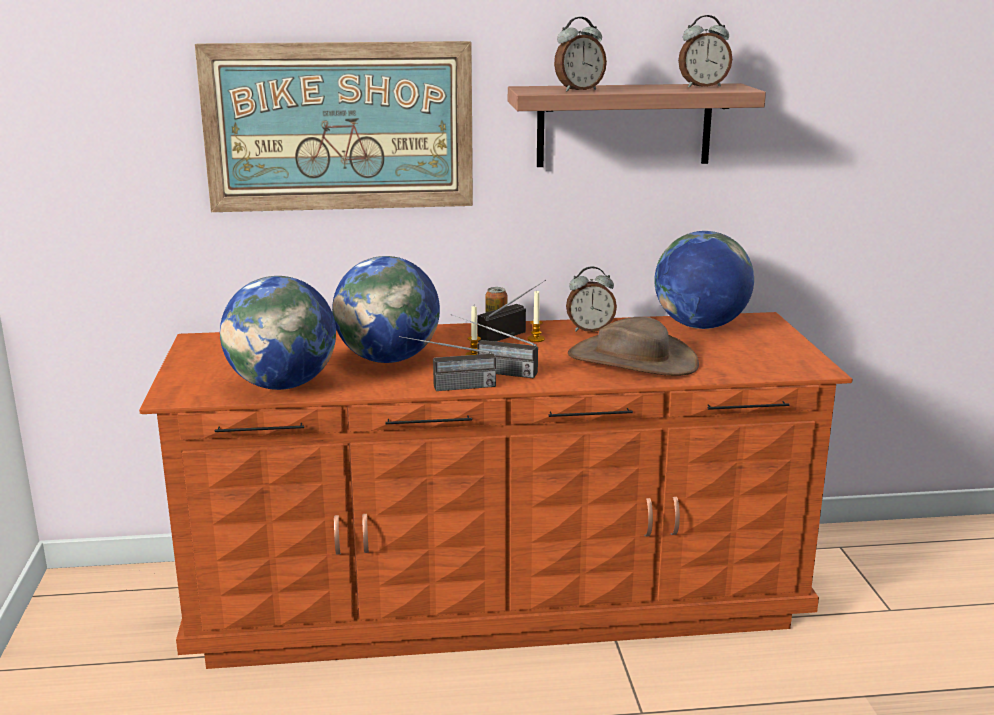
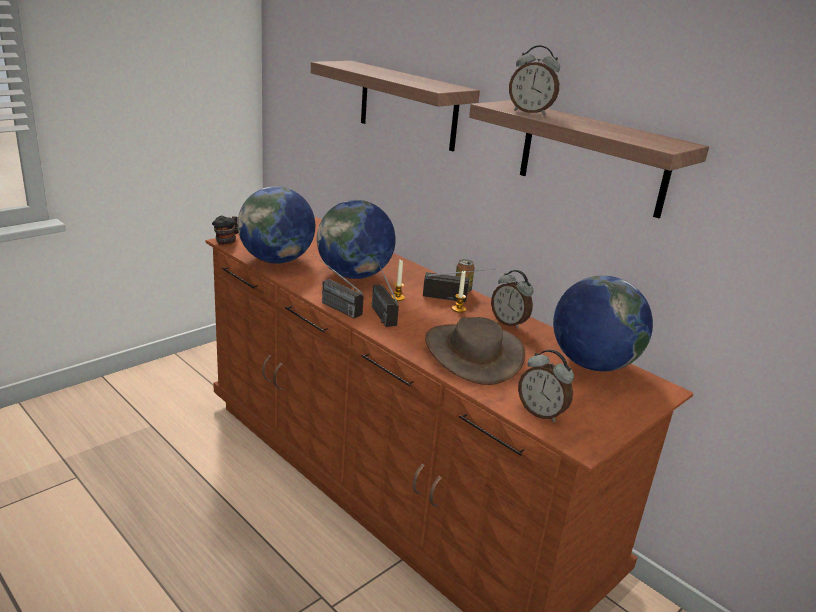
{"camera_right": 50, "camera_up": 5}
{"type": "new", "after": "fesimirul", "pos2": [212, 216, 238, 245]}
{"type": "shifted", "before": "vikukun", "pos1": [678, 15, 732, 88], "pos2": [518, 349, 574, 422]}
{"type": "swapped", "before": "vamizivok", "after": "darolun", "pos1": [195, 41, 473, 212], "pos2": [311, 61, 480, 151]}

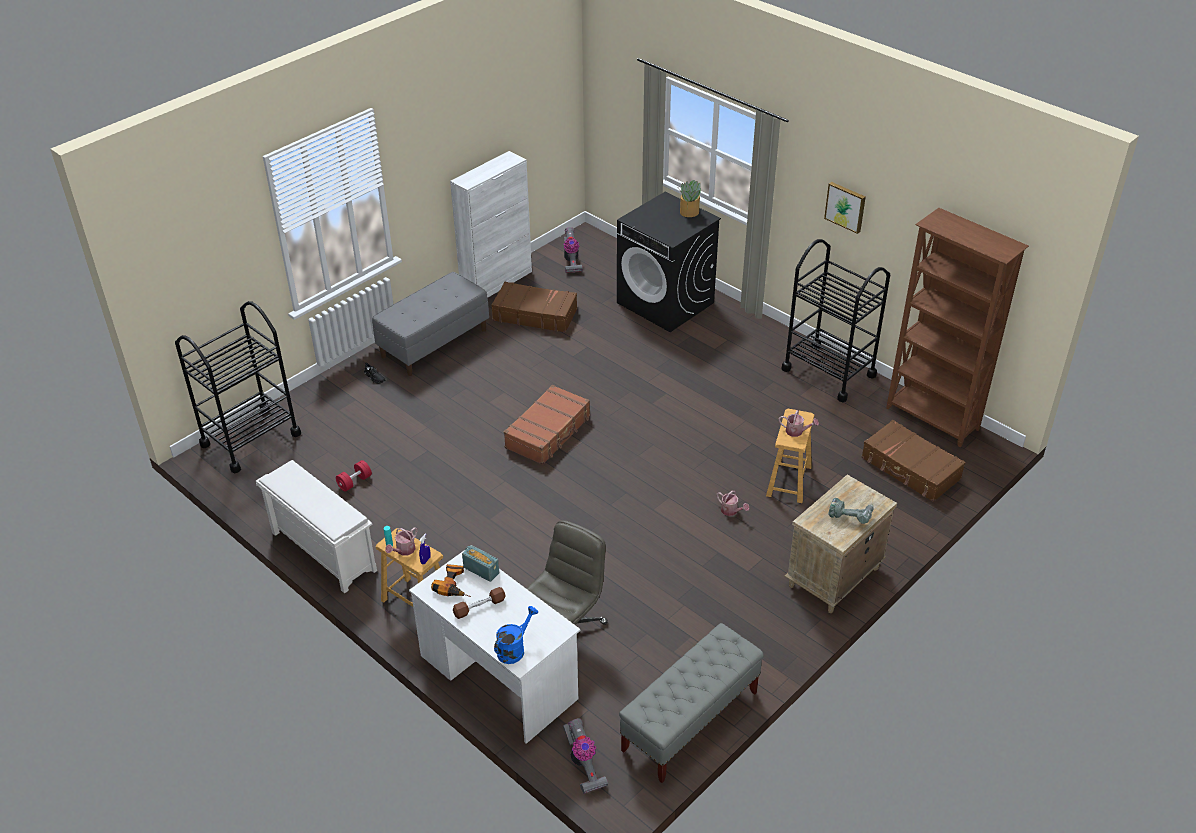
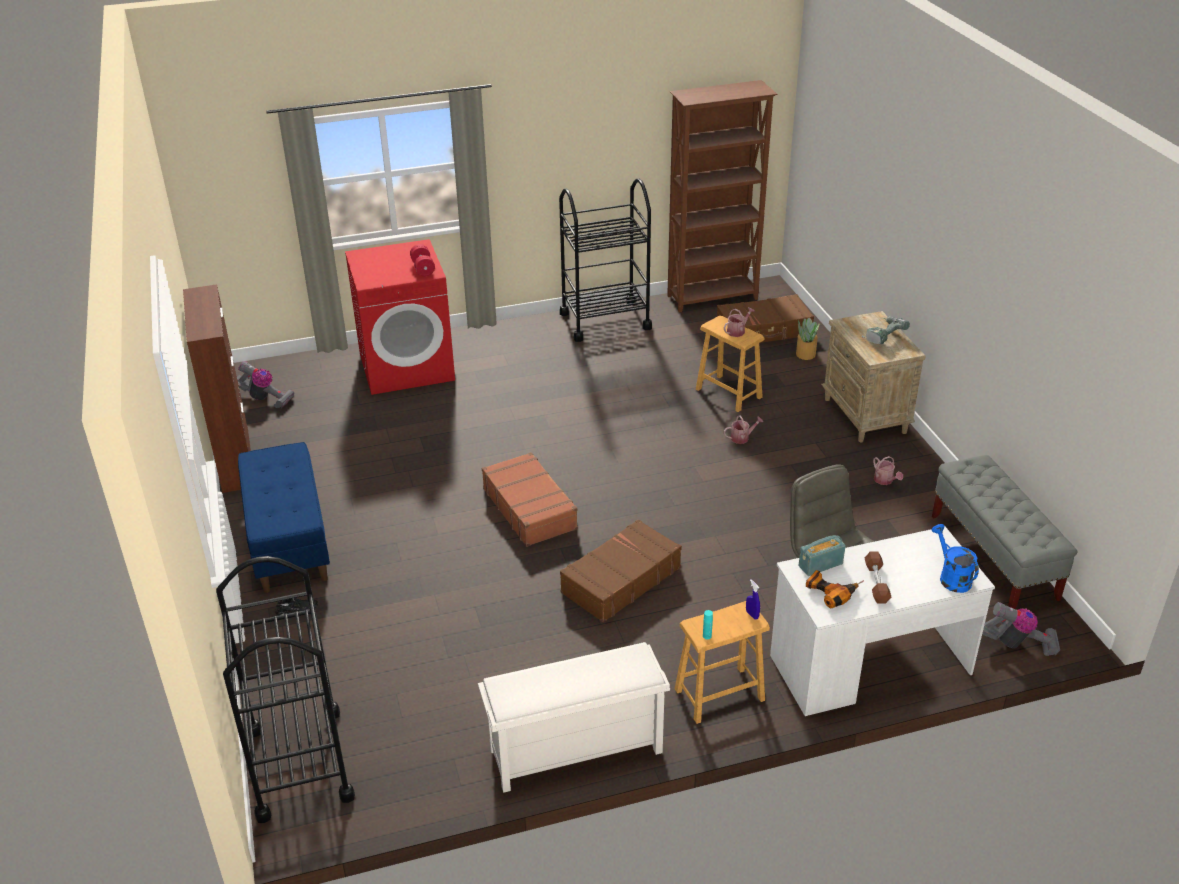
{"camera_right": -60, "camera_up": -5}
{"type": "gone", "before": "vamizivok", "pos1": [824, 182, 866, 234]}
{"type": "shifted", "before": "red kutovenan", "pos1": [335, 460, 372, 492], "pos2": [410, 244, 435, 276]}
{"type": "shifted", "before": "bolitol", "pos1": [385, 527, 417, 556], "pos2": [873, 456, 903, 485]}
{"type": "shifted", "before": "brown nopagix", "pos1": [491, 282, 577, 333], "pos2": [560, 519, 682, 622]}
{"type": "shifted", "before": "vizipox", "pos1": [678, 180, 701, 217], "pos2": [796, 318, 820, 360]}
{"type": "repainted", "before": "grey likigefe", "after": "blue likigefe", "pos1": [372, 272, 489, 376], "pos2": [238, 442, 330, 593]}
{"type": "repainted", "before": "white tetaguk", "after": "brown tetaguk", "pos1": [450, 151, 532, 297], "pos2": [183, 284, 251, 493]}
{"type": "repainted", "before": "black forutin", "after": "red forutin", "pos1": [617, 192, 721, 332], "pos2": [345, 239, 455, 395]}

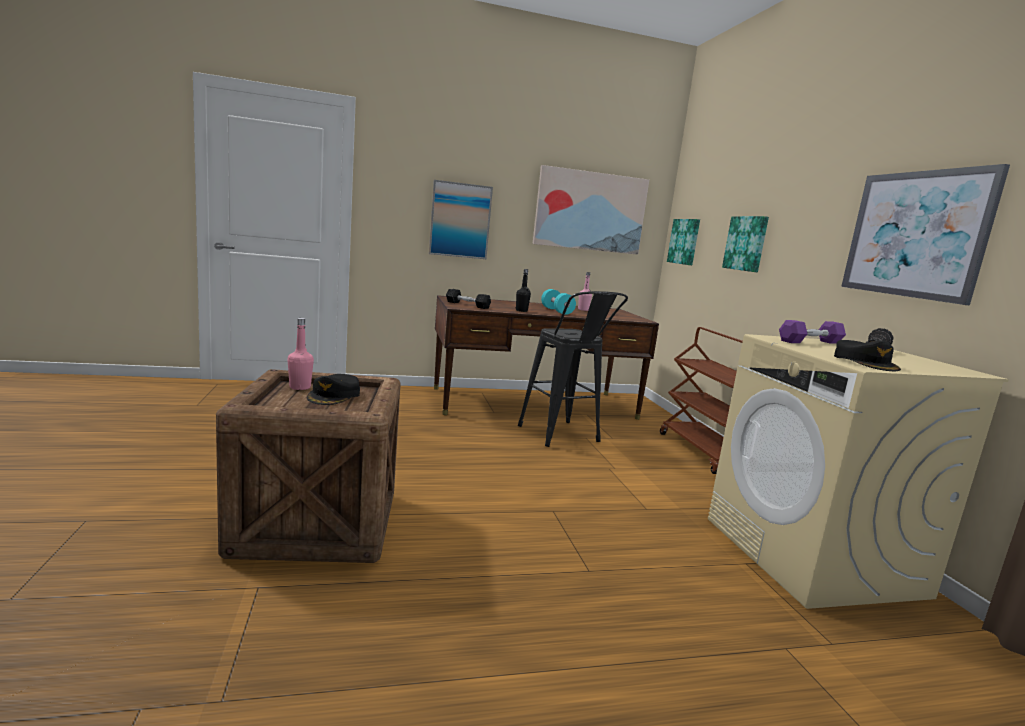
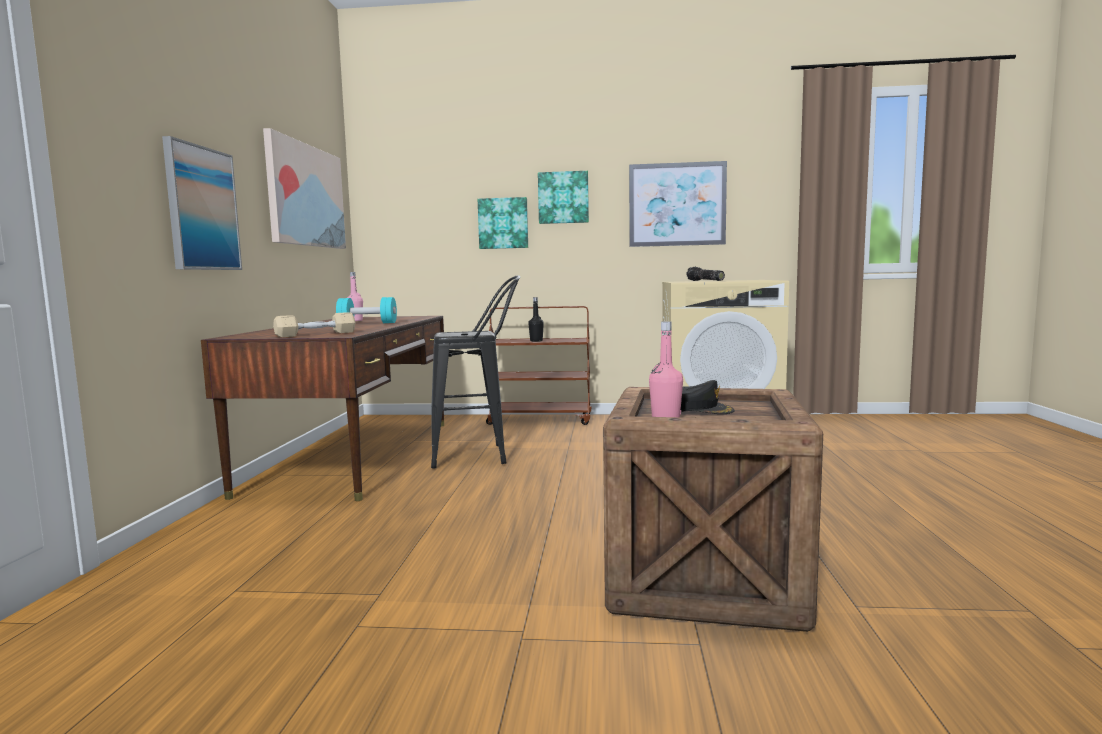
{"camera_right": -70, "camera_up": -5}
{"type": "gone", "before": "purple kutovenan", "pos1": [779, 320, 846, 344]}
{"type": "gone", "before": "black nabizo", "pos1": [834, 340, 901, 371]}
{"type": "shifted", "before": "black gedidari", "pos1": [516, 269, 531, 312], "pos2": [528, 297, 544, 342]}
{"type": "shifted", "before": "vamizivok", "pos1": [667, 219, 700, 265], "pos2": [538, 171, 589, 224]}
{"type": "repainted", "before": "black kutovenan", "after": "beige kutovenan", "pos1": [446, 289, 491, 309], "pos2": [273, 312, 356, 337]}

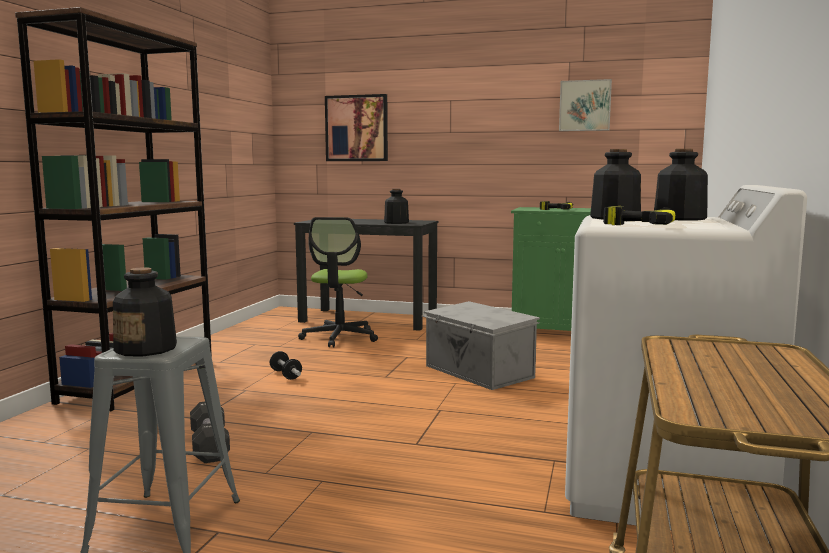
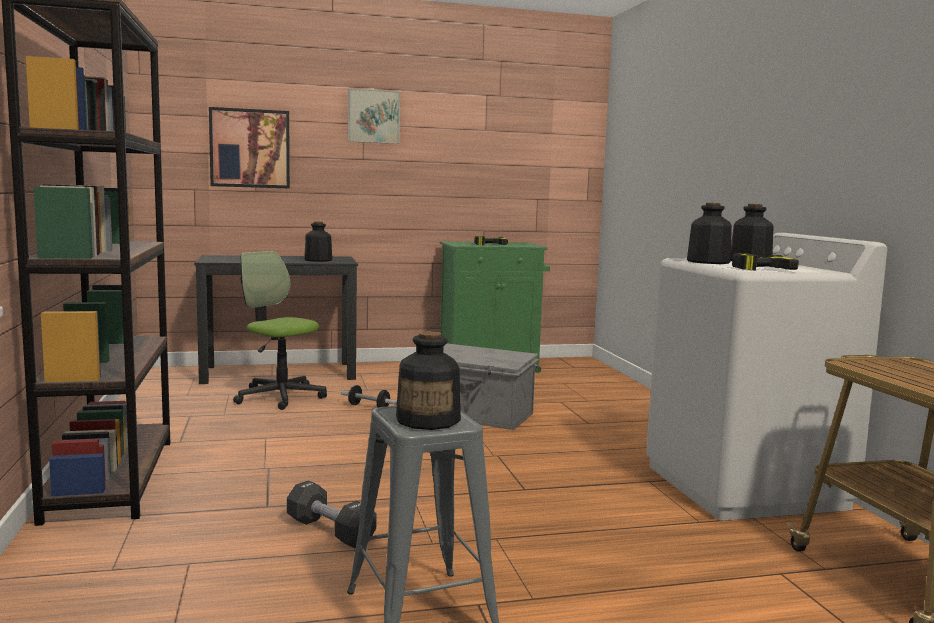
{"camera_right": -30, "camera_up": 0}
{"type": "shifted", "before": "kutovenan", "pos1": [270, 351, 302, 380], "pos2": [341, 385, 397, 408]}
{"type": "shifted", "before": "vamizivok", "pos1": [559, 79, 612, 131], "pos2": [348, 88, 400, 144]}
{"type": "rotated", "before": "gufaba", "pos1": [298, 217, 378, 347], "pos2": [233, 251, 327, 410], "turn": 150}

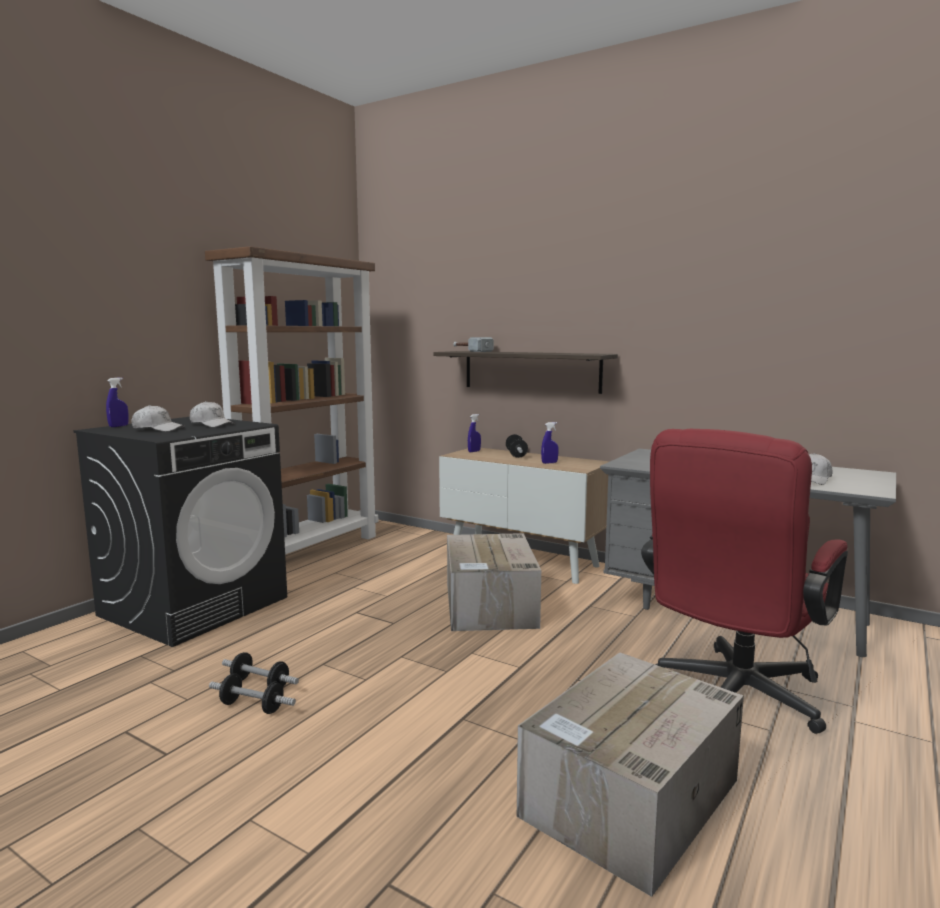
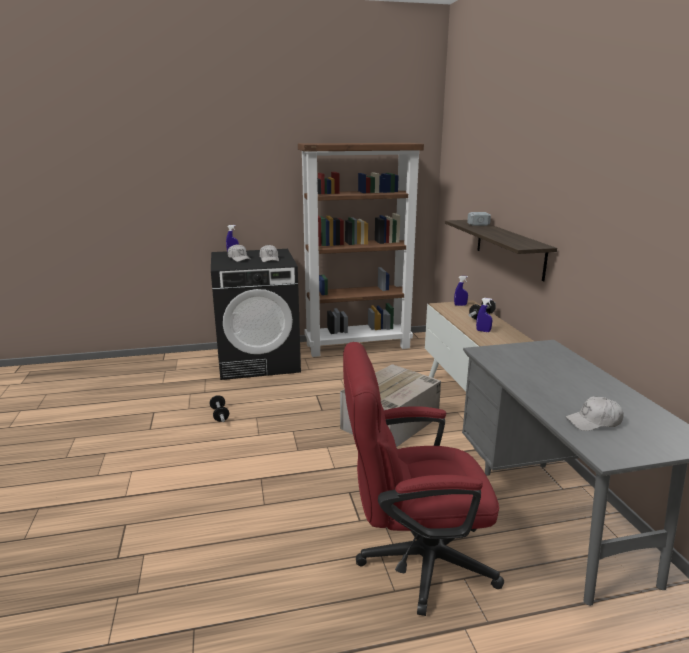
{"camera_right": 45, "camera_up": 10}
{"type": "gone", "before": "kutovenan", "pos1": [209, 674, 296, 714]}
{"type": "gone", "before": "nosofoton", "pos1": [517, 652, 744, 897]}

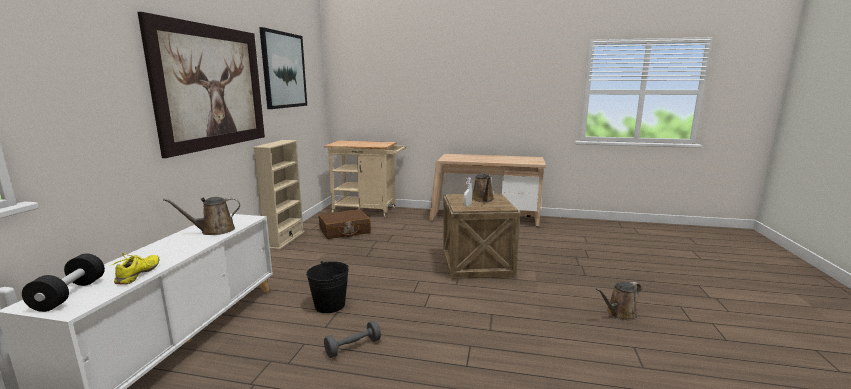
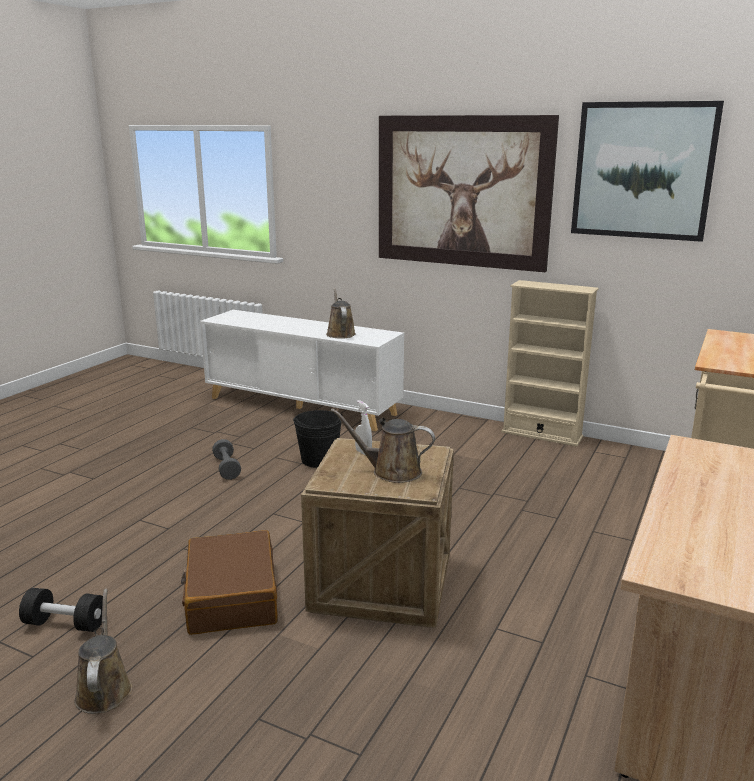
{"camera_right": 105, "camera_up": 5}
{"type": "gone", "before": "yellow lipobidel", "pos1": [110, 253, 160, 285]}
{"type": "shifted", "before": "black kutovenan", "pos1": [22, 254, 105, 312], "pos2": [19, 588, 103, 632]}
{"type": "shifted", "before": "brown nopagix", "pos1": [318, 209, 371, 239], "pos2": [181, 530, 278, 635]}

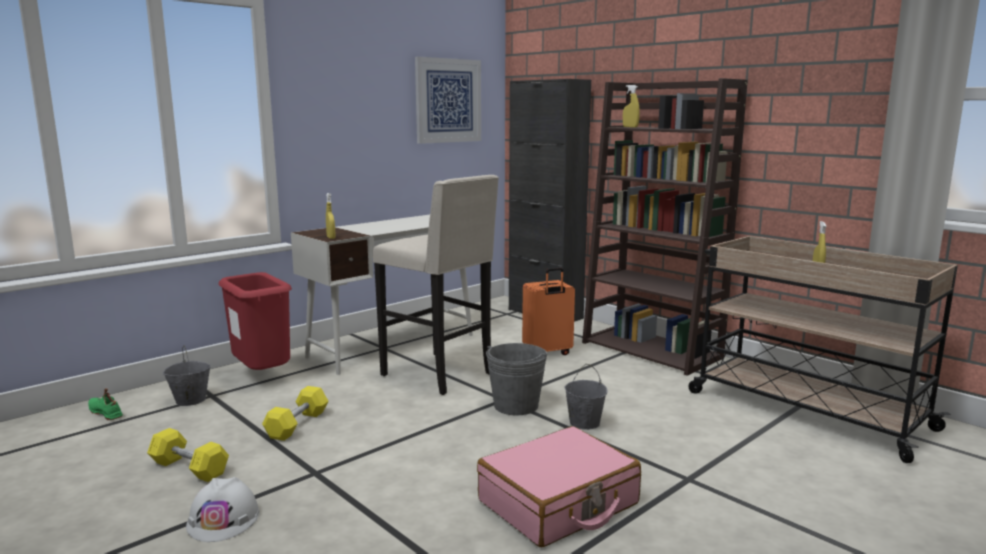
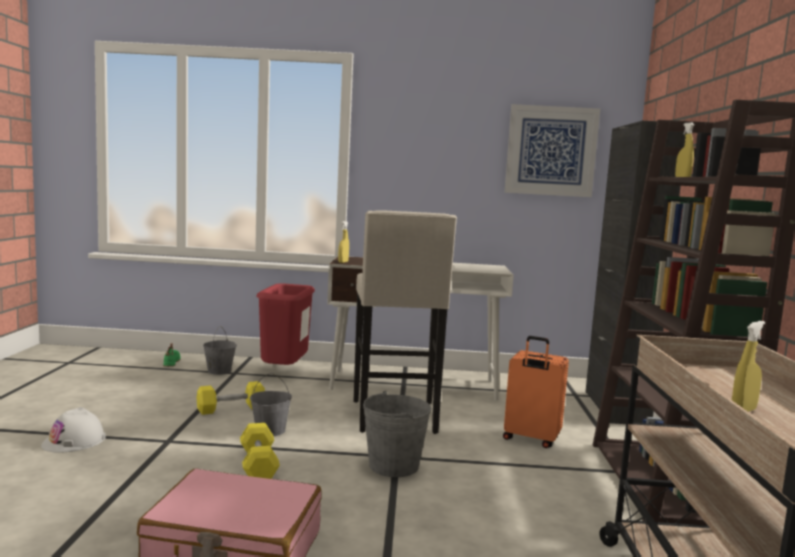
{"camera_right": 45, "camera_up": -5}
{"type": "shifted", "before": "yellow kutovenan", "pos1": [147, 428, 229, 482], "pos2": [240, 423, 280, 479]}
{"type": "shifted", "before": "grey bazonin", "pos1": [564, 364, 607, 430], "pos2": [250, 373, 292, 436]}

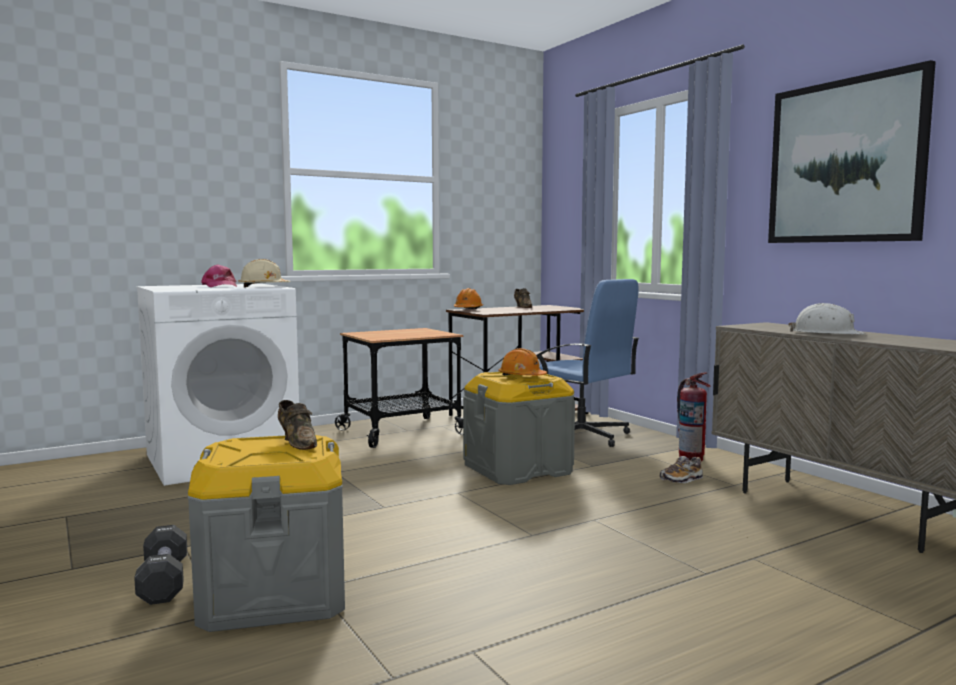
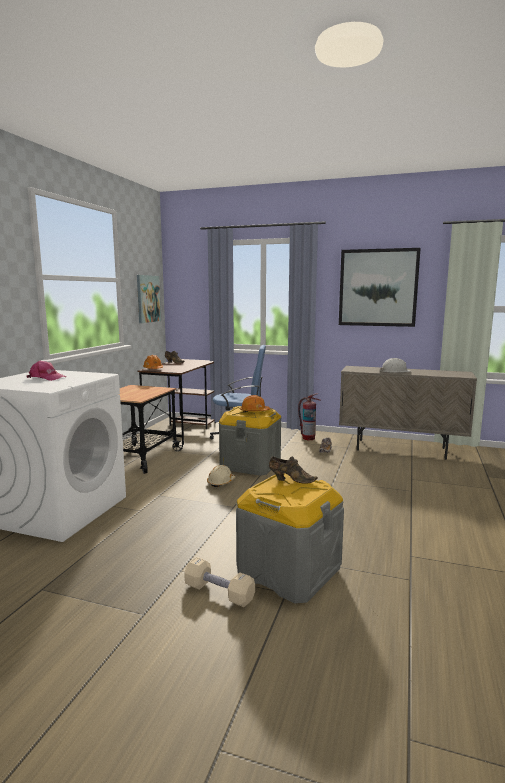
{"camera_right": -40, "camera_up": 5}
{"type": "new", "after": "vamizivok", "pos2": [137, 275, 161, 323]}
{"type": "shifted", "before": "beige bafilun", "pos1": [238, 259, 290, 287], "pos2": [207, 465, 235, 487]}
{"type": "repainted", "before": "black kutovenan", "after": "beige kutovenan", "pos1": [134, 525, 187, 605], "pos2": [184, 557, 255, 607]}

